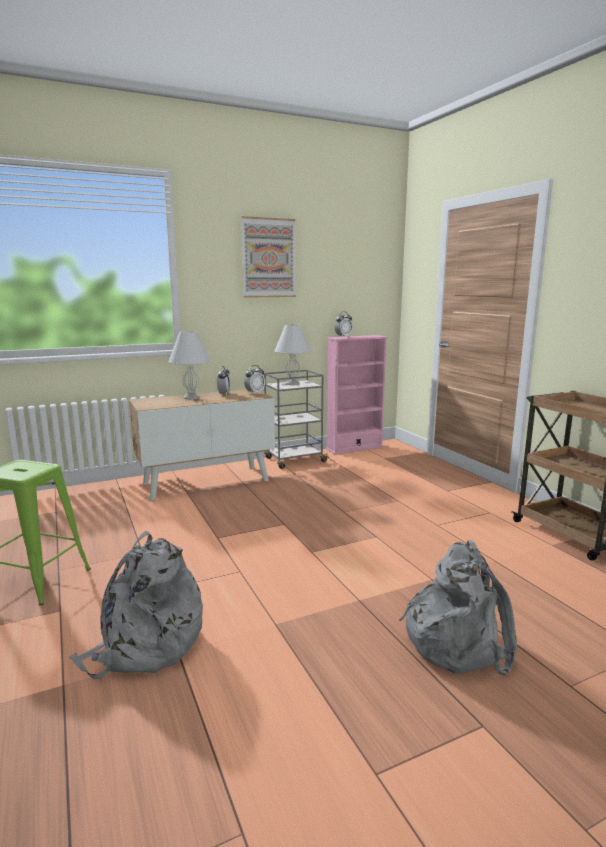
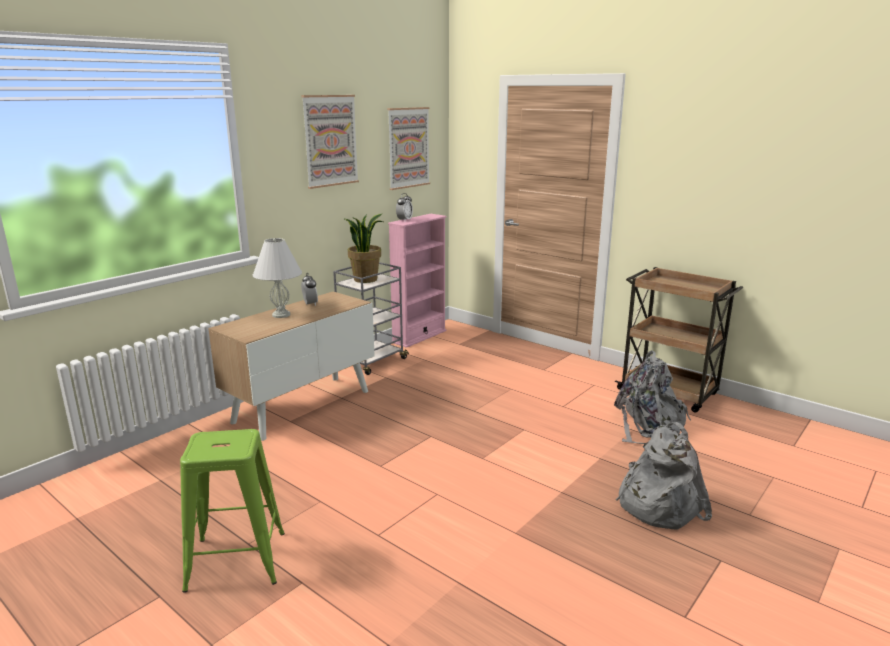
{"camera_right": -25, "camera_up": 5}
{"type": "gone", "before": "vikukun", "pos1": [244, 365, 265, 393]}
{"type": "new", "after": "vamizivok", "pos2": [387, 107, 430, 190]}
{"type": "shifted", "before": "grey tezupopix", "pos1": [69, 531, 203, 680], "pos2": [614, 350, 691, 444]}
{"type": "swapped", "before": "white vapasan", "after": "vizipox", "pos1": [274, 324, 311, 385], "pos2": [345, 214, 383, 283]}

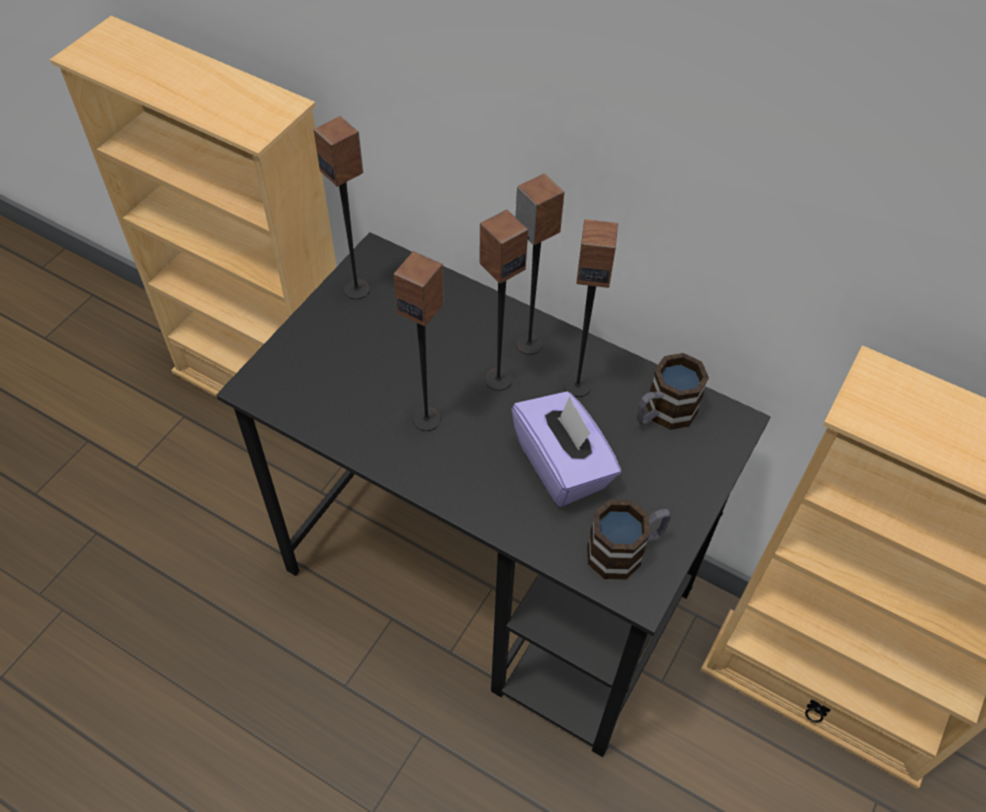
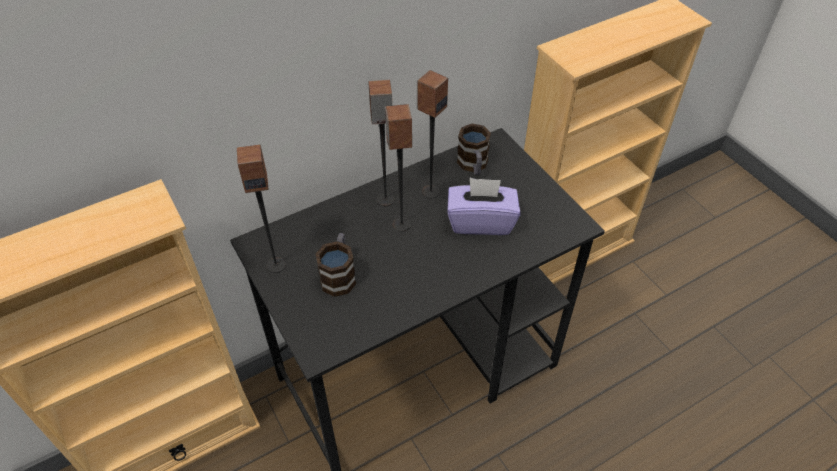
{"camera_right": -60, "camera_up": -5}
{"type": "gone", "before": "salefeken", "pos1": [394, 251, 444, 431]}
{"type": "shifted", "before": "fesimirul", "pos1": [587, 500, 671, 580], "pos2": [316, 233, 356, 297]}

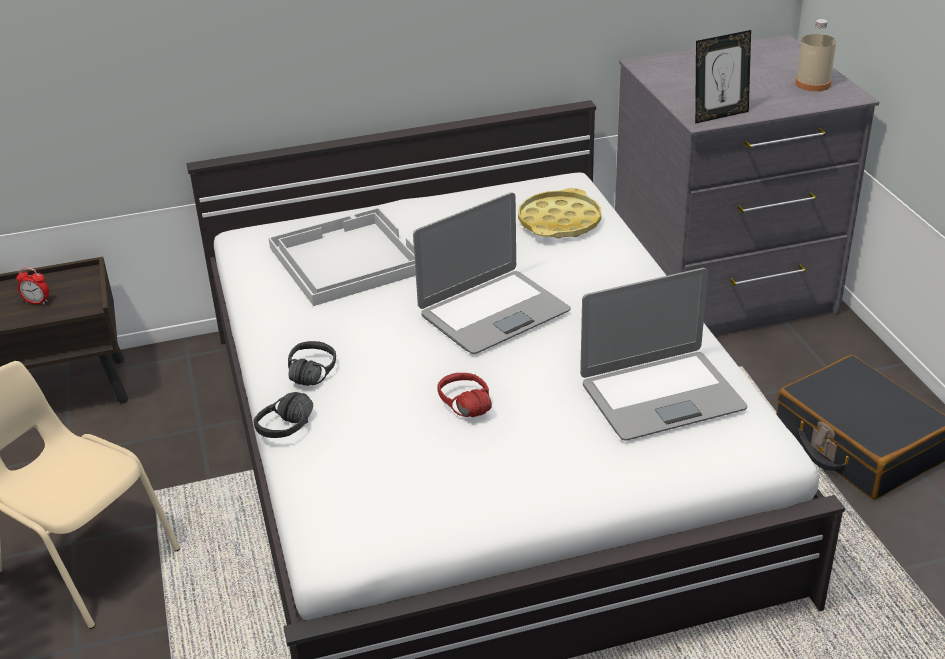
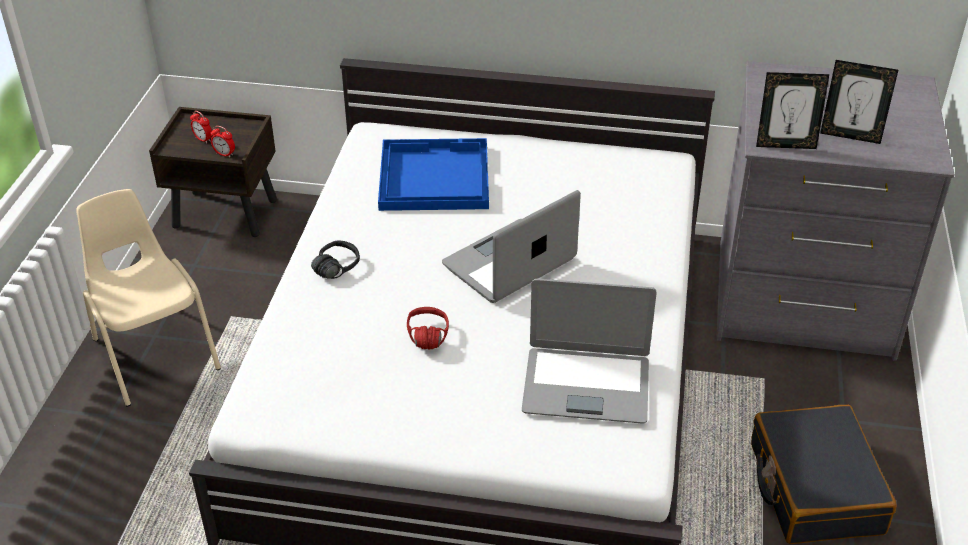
{"camera_right": 25, "camera_up": 5}
{"type": "gone", "before": "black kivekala", "pos1": [254, 392, 313, 438]}
{"type": "gone", "before": "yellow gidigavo", "pos1": [518, 188, 601, 238]}
{"type": "gone", "before": "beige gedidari", "pos1": [796, 19, 836, 91]}
{"type": "new", "after": "vikukun", "pos2": [211, 126, 235, 158]}
{"type": "new", "after": "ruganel", "pos2": [820, 60, 898, 144]}
{"type": "repainted", "before": "white gidigavo", "after": "blue gidigavo", "pos1": [269, 208, 416, 306], "pos2": [378, 138, 489, 211]}
{"type": "rotated", "before": "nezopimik", "pos1": [413, 192, 571, 354], "pos2": [442, 190, 581, 303], "turn": 150}

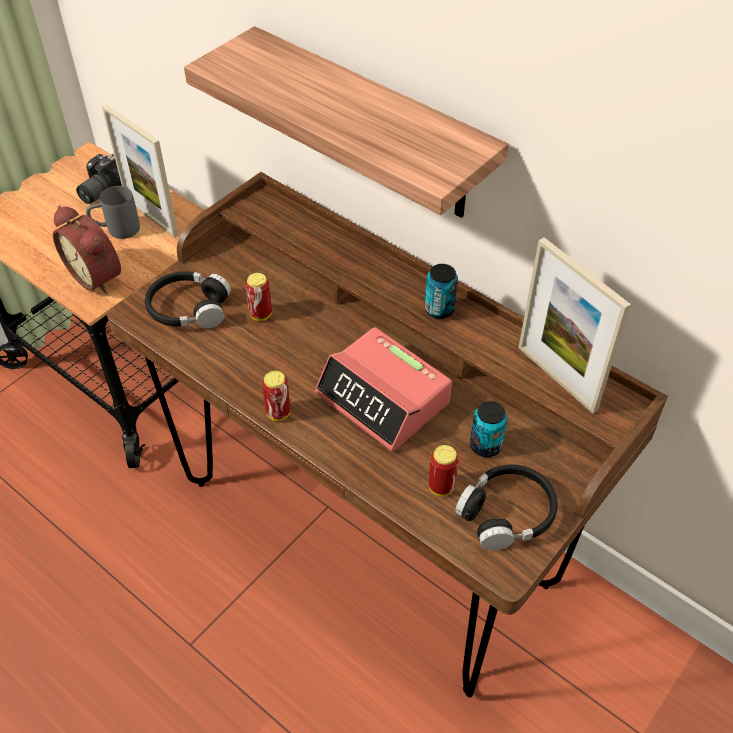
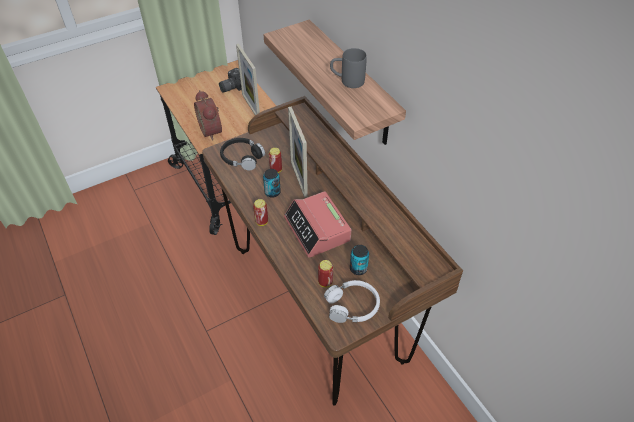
{"camera_right": 20, "camera_up": 0}
{"type": "shifted", "before": "grey fesimirul", "pos1": [86, 186, 140, 239], "pos2": [330, 48, 367, 88]}
{"type": "shifted", "before": "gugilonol", "pos1": [425, 264, 458, 319], "pos2": [263, 169, 281, 198]}
{"type": "shifted", "before": "ruganel", "pos1": [518, 237, 631, 413], "pos2": [288, 106, 308, 198]}
{"type": "repainted", "before": "black kivekala", "after": "white kivekala", "pos1": [455, 464, 557, 551], "pos2": [324, 280, 380, 323]}

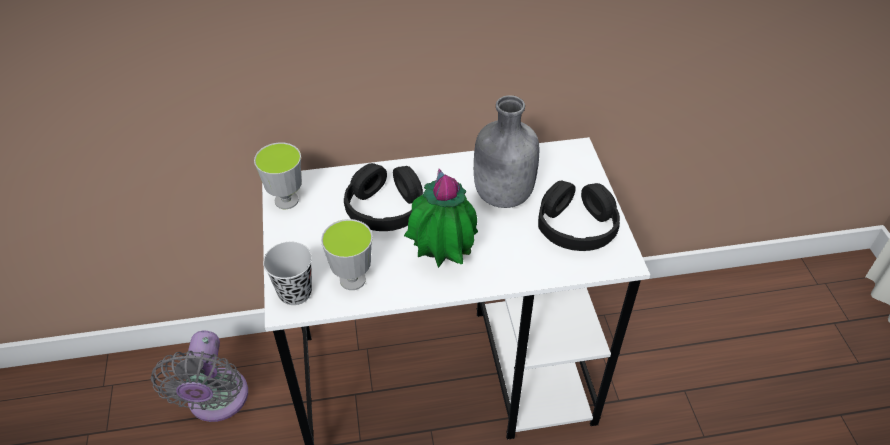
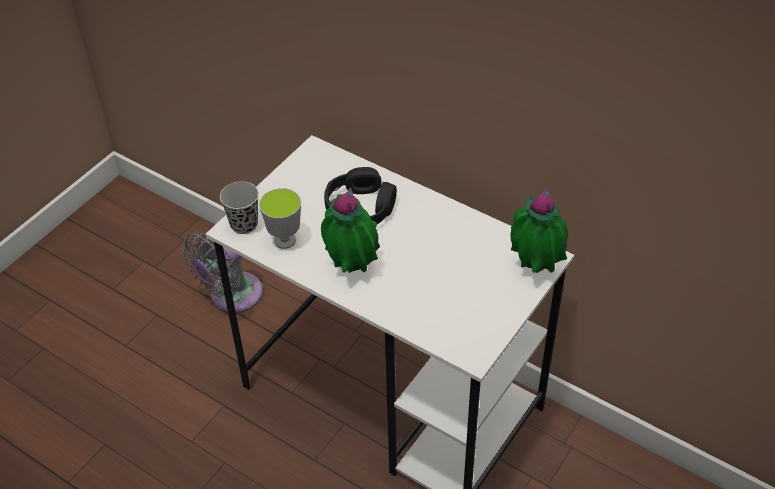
{"camera_right": 45, "camera_up": 0}
{"type": "gone", "before": "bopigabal", "pos1": [254, 143, 302, 209]}
{"type": "gone", "before": "grey gedidari", "pos1": [474, 95, 539, 208]}
{"type": "gone", "before": "black kivekala", "pos1": [538, 181, 620, 251]}
{"type": "new", "after": "vizipox", "pos2": [510, 187, 568, 273]}

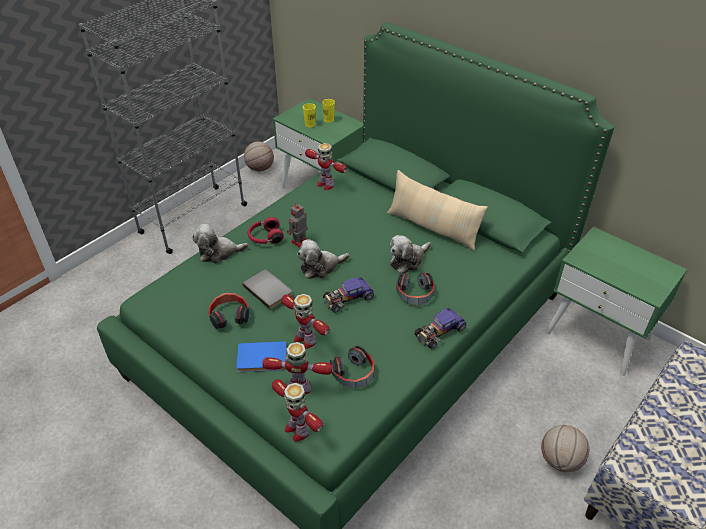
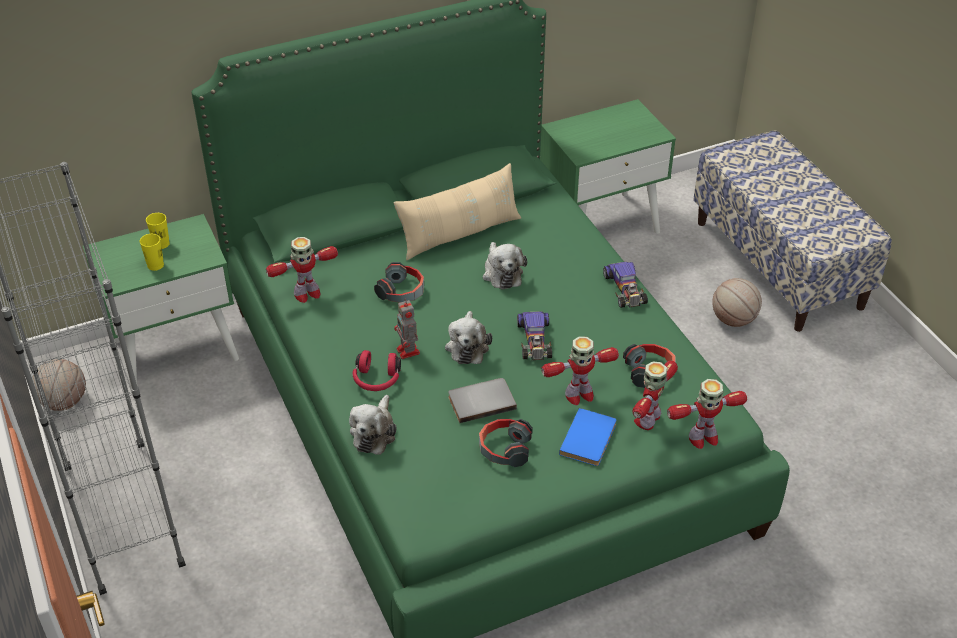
{"camera_right": -65, "camera_up": 0}
{"type": "shifted", "before": "kivekala", "pos1": [396, 272, 435, 306], "pos2": [374, 262, 424, 303]}

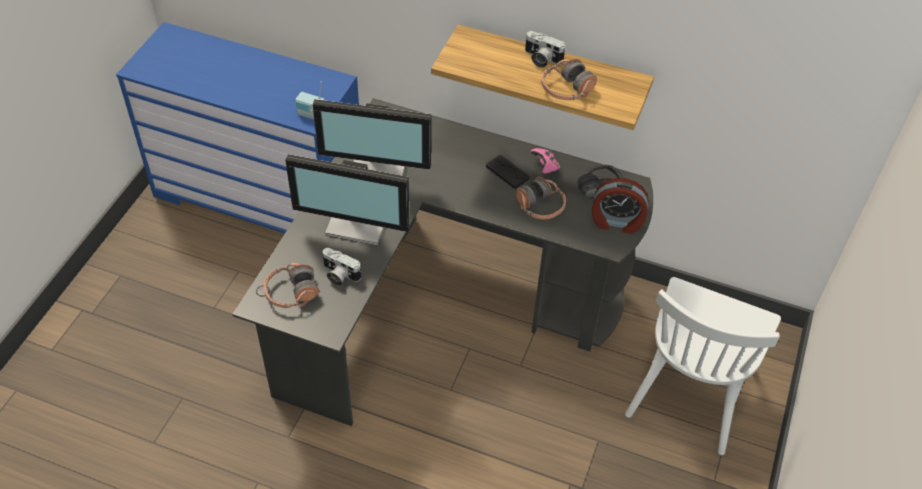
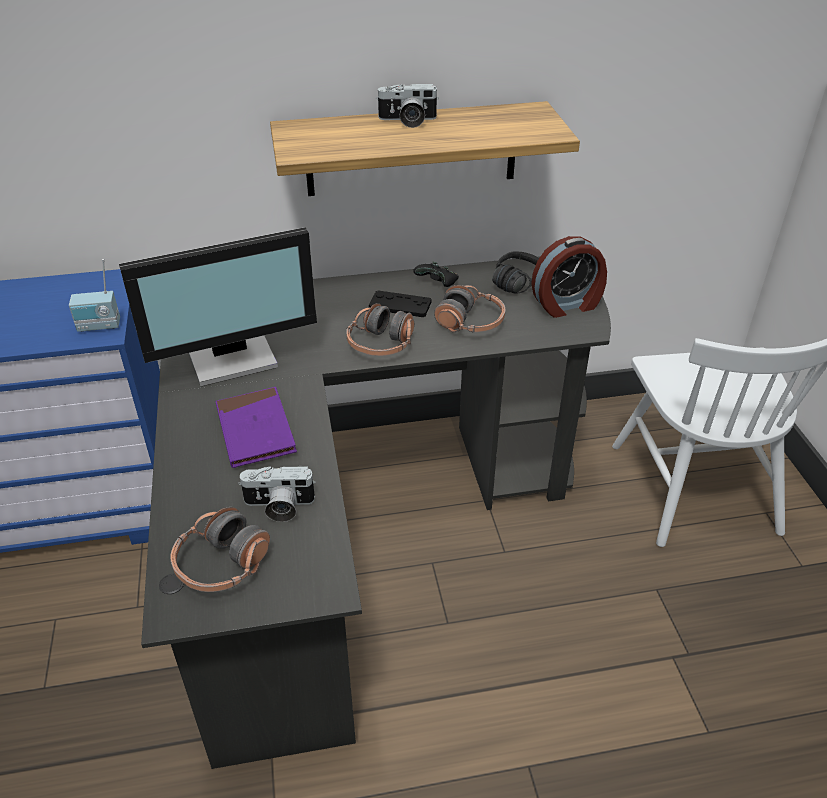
{"camera_right": -30, "camera_up": -10}
{"type": "shifted", "before": "kivekala", "pos1": [541, 59, 597, 100], "pos2": [346, 303, 414, 356]}
{"type": "swapped", "before": "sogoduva", "after": "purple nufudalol", "pos1": [285, 154, 409, 245], "pos2": [216, 387, 297, 468]}
{"type": "repainted", "before": "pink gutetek", "after": "black gutetek", "pos1": [531, 148, 560, 173], "pos2": [413, 262, 459, 287]}

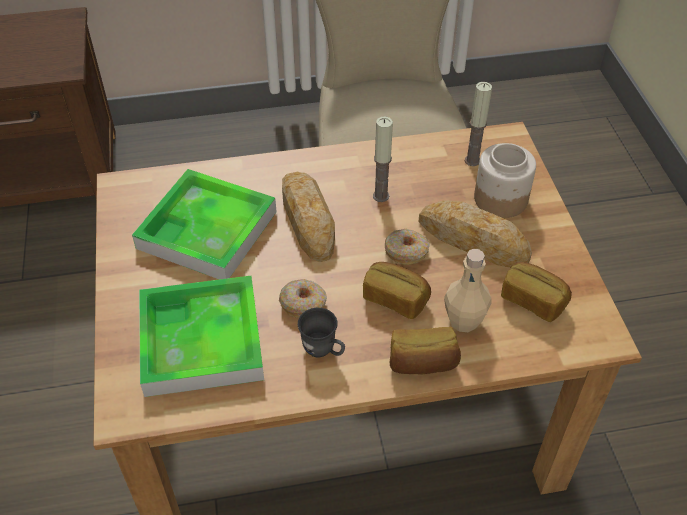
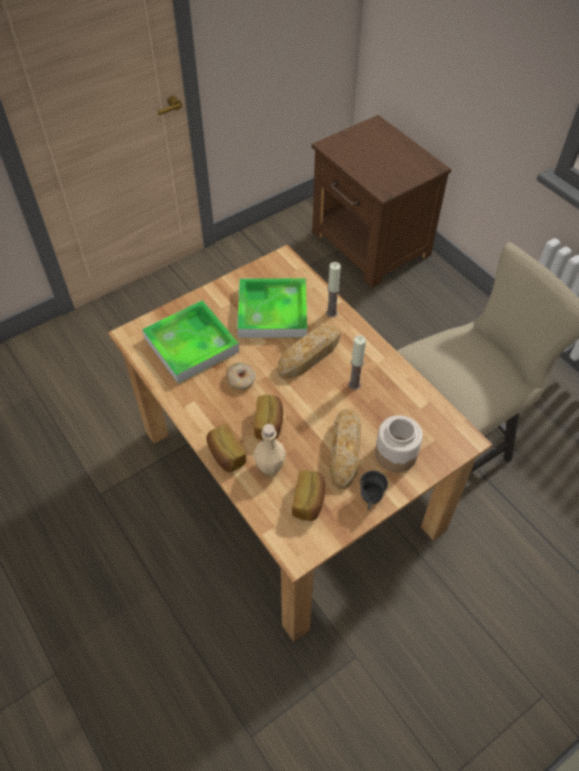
{"camera_right": 65, "camera_up": 5}
{"type": "gone", "before": "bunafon", "pos1": [385, 229, 430, 265]}
{"type": "shifted", "before": "grey fesimirul", "pos1": [298, 308, 345, 357], "pos2": [360, 471, 388, 510]}
{"type": "shifted", "before": "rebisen", "pos1": [465, 82, 492, 166], "pos2": [326, 262, 341, 317]}

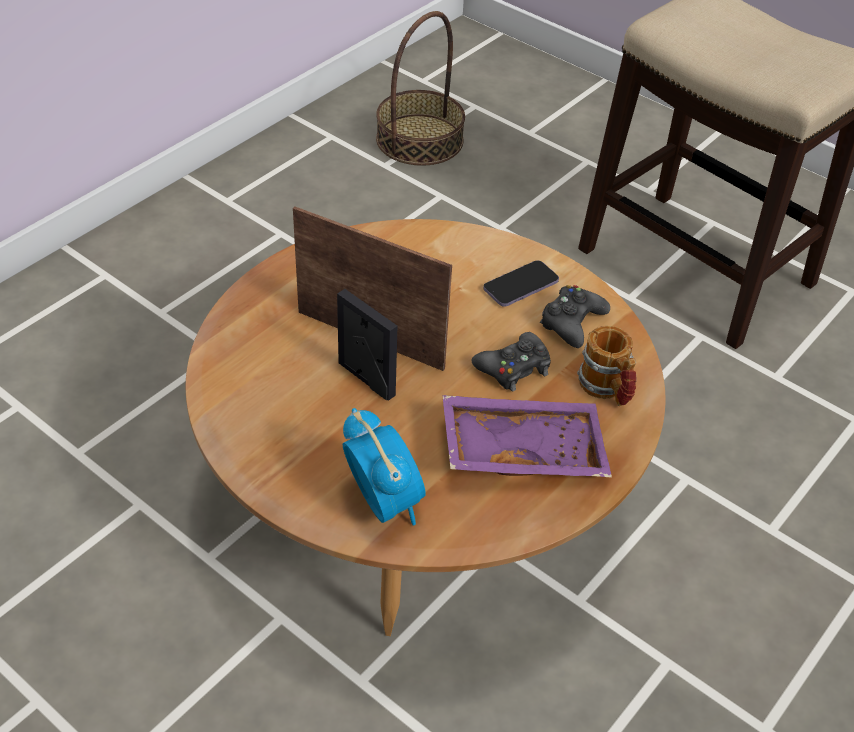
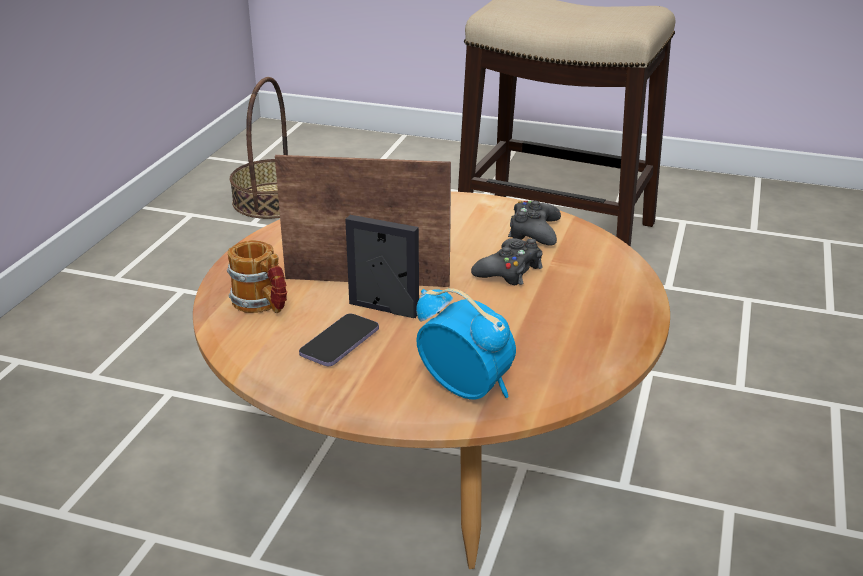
{"camera_right": -20, "camera_up": -15}
{"type": "gone", "before": "purple gidigavo", "pos1": [442, 395, 612, 477]}
{"type": "shifted", "before": "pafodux", "pos1": [483, 260, 559, 307], "pos2": [299, 314, 379, 366]}
{"type": "shifted", "before": "fesimirul", "pos1": [577, 326, 636, 406], "pos2": [227, 240, 287, 313]}

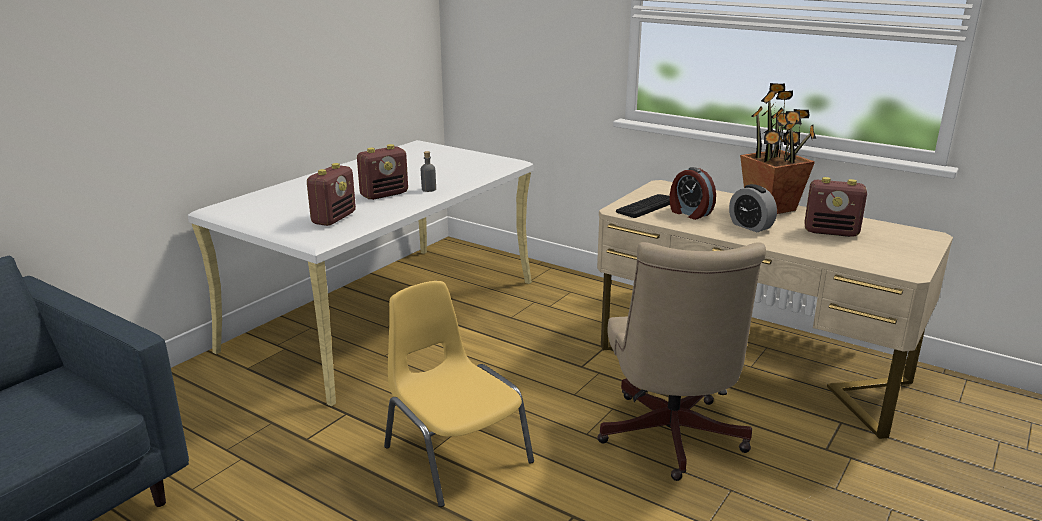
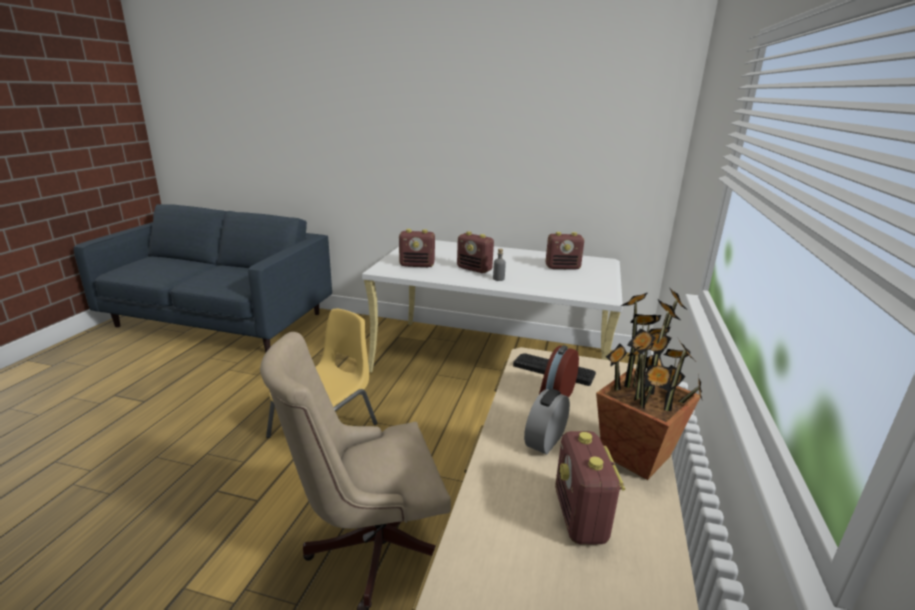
{"camera_right": 70, "camera_up": 0}
{"type": "new", "after": "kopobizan", "pos2": [546, 232, 584, 270]}

